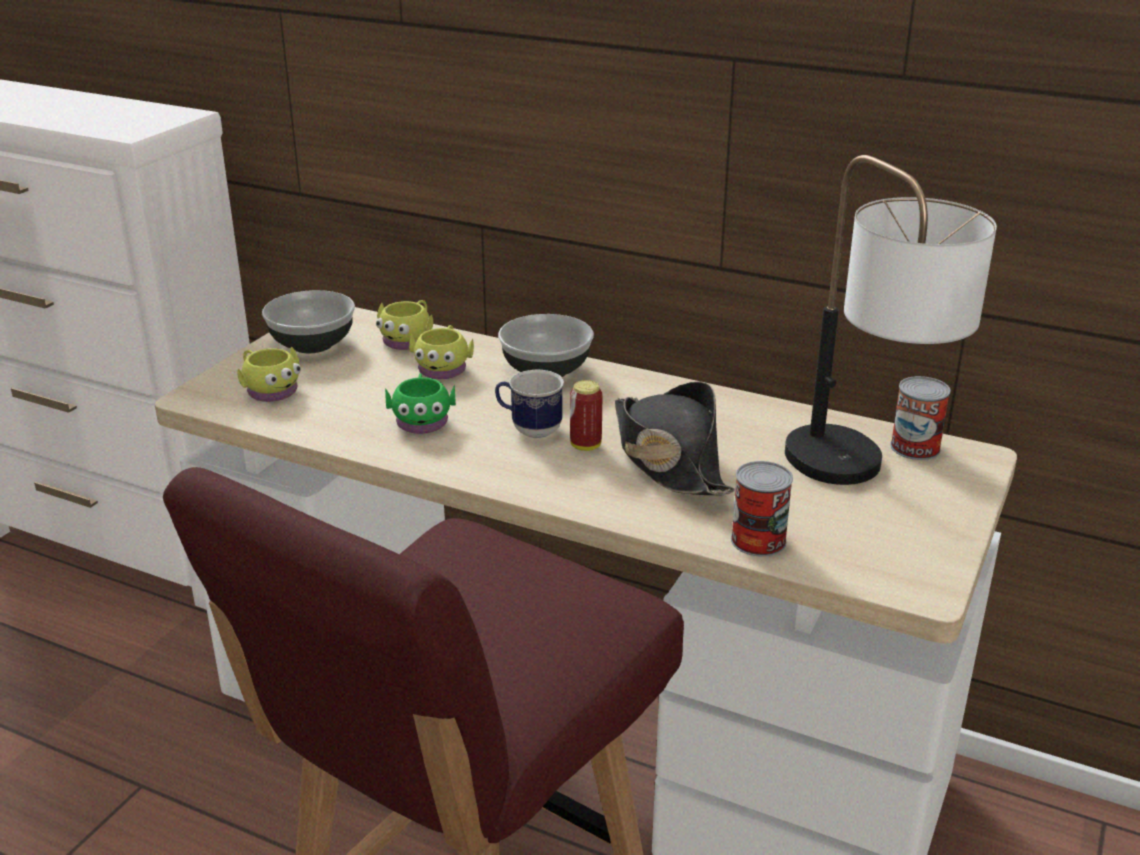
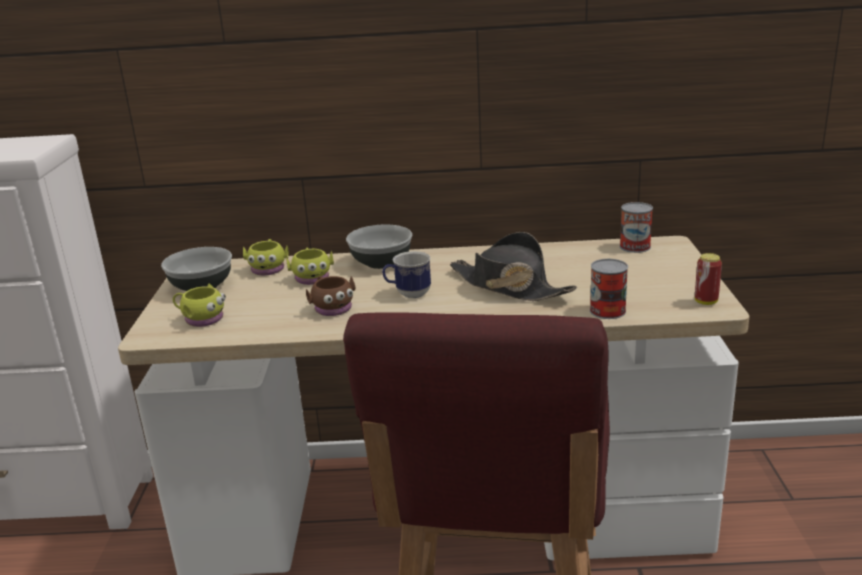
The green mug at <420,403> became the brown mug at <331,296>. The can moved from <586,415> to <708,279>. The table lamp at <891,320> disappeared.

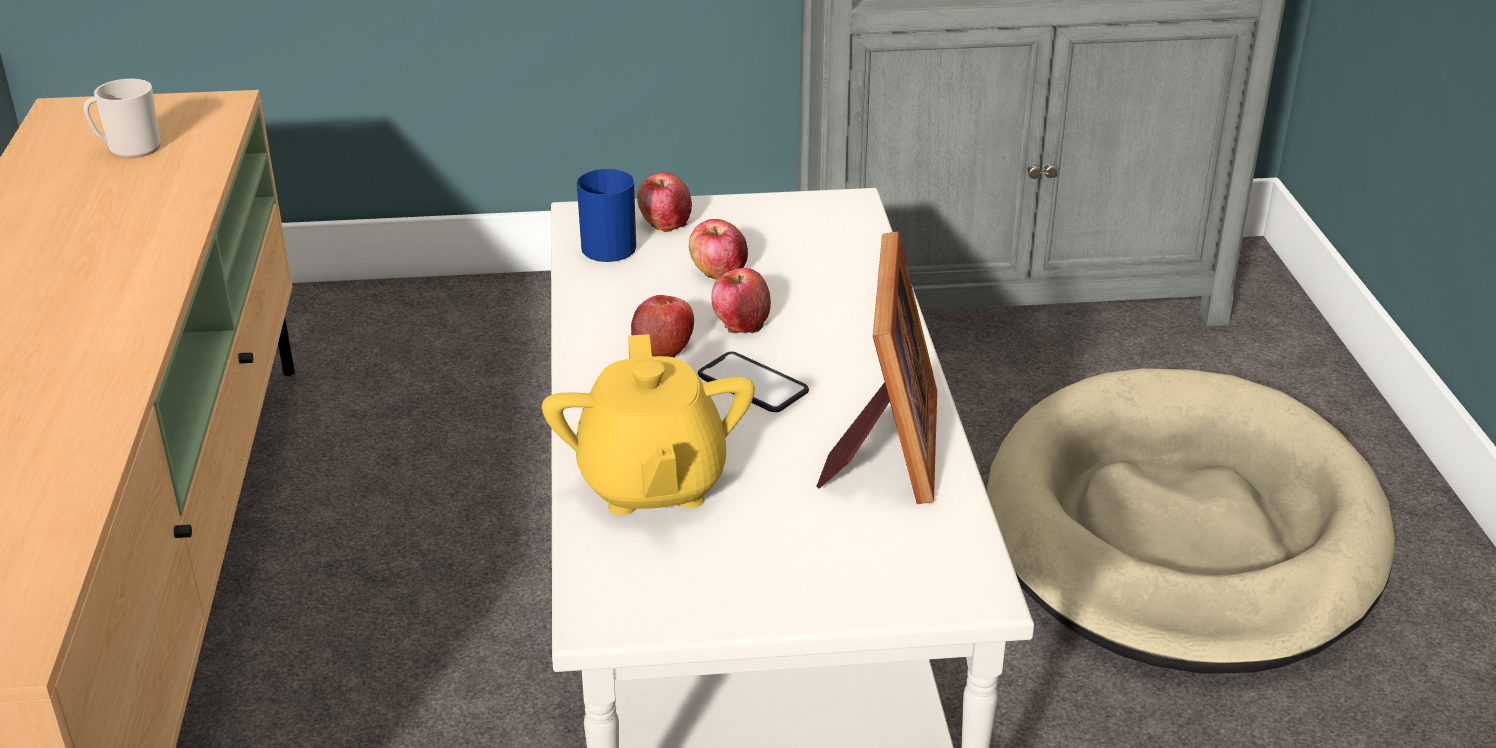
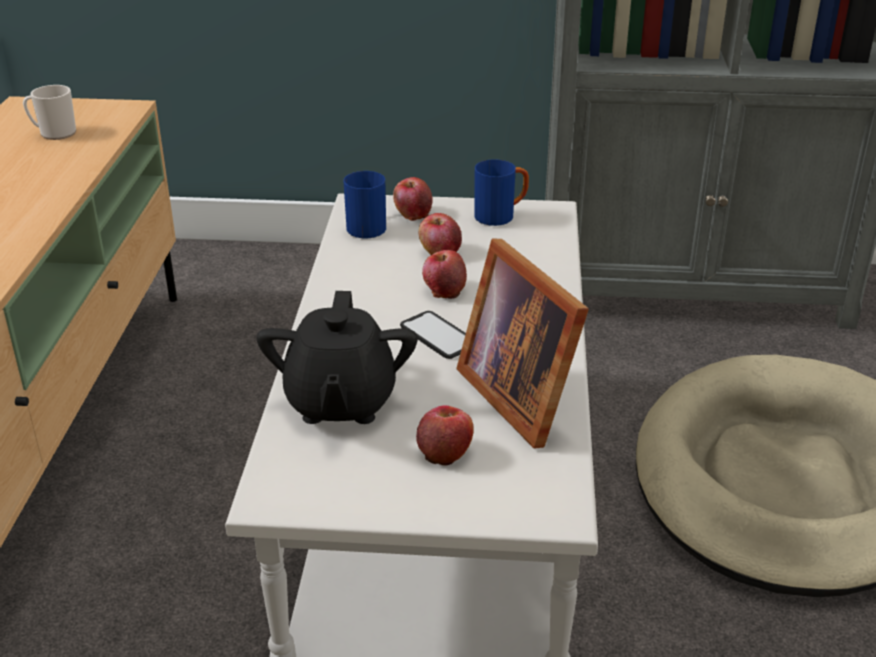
The yellow teapot at <648,425> became the black teapot at <337,357>. The apple moved from <662,326> to <445,435>. The picture frame at <876,367> turned 135 degrees clockwise. The blue mug at <501,192> appeared.

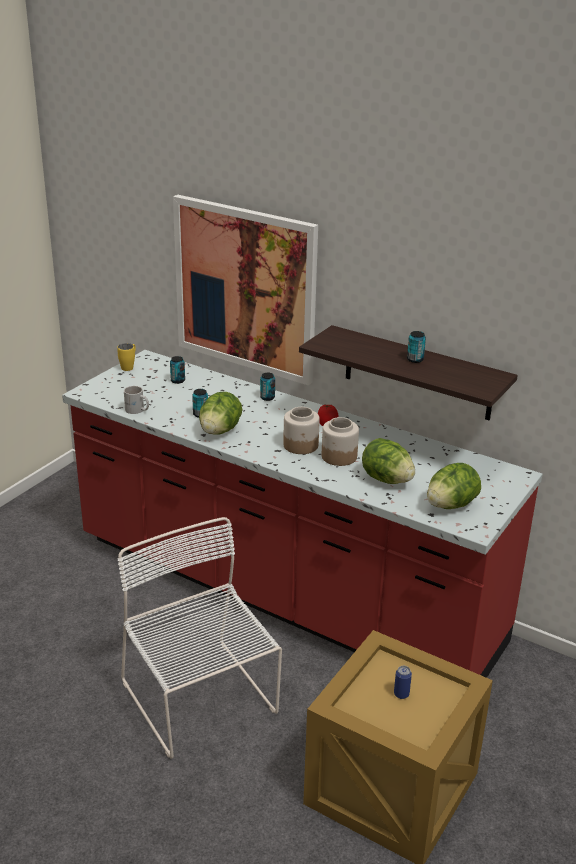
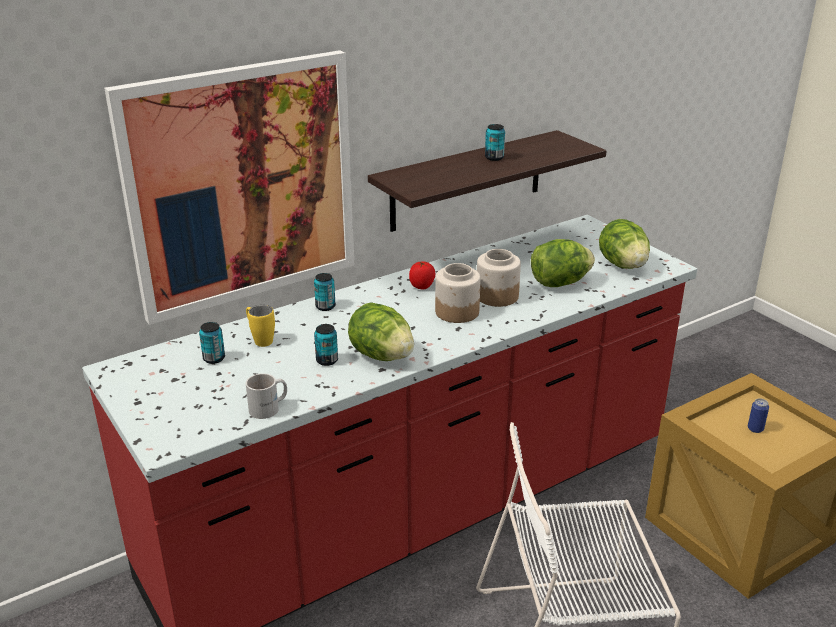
The yellow mug moved from <126,357> to <260,326>.

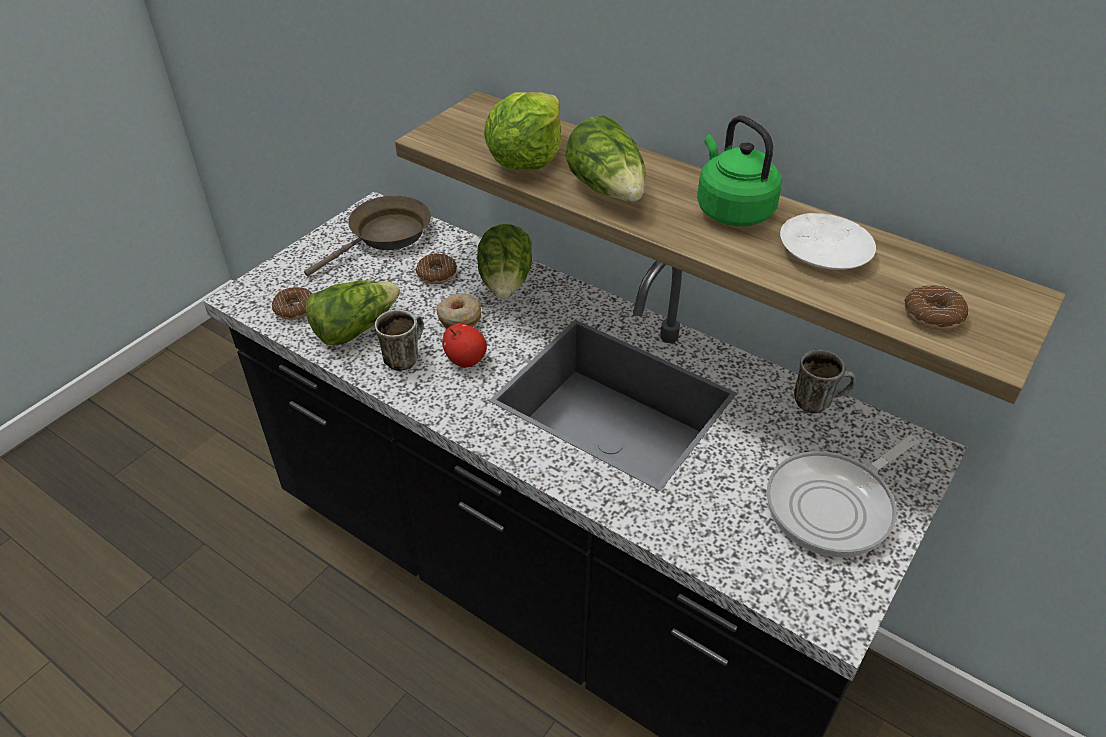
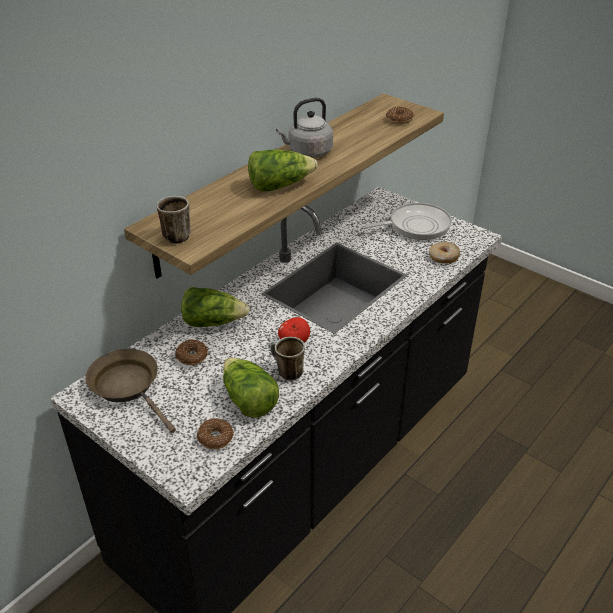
The mug moved from <825,382> to <174,220>. The green kettle at <739,171> became the grey kettle at <304,128>. The frying pan at <842,496> turned 75 degrees counterclockwise. The donut moved from <458,311> to <444,252>. The lettuce at <522,131> disappeared. The white plate at <828,241> disappeared.

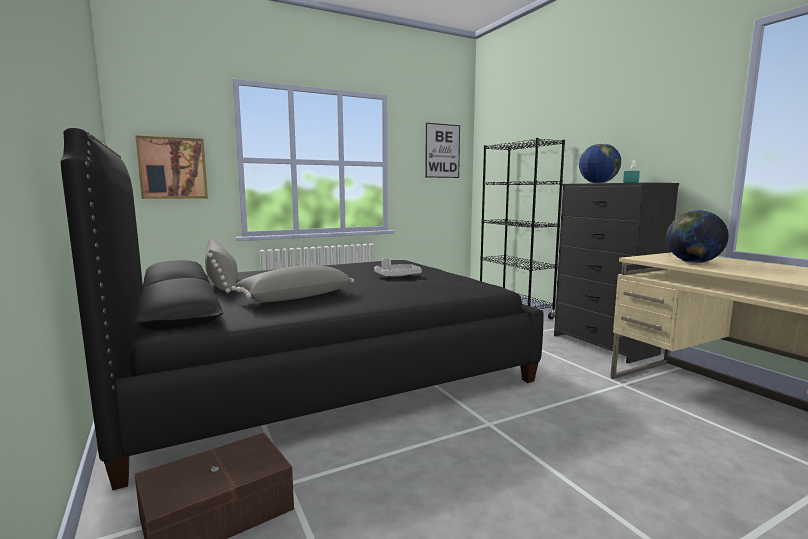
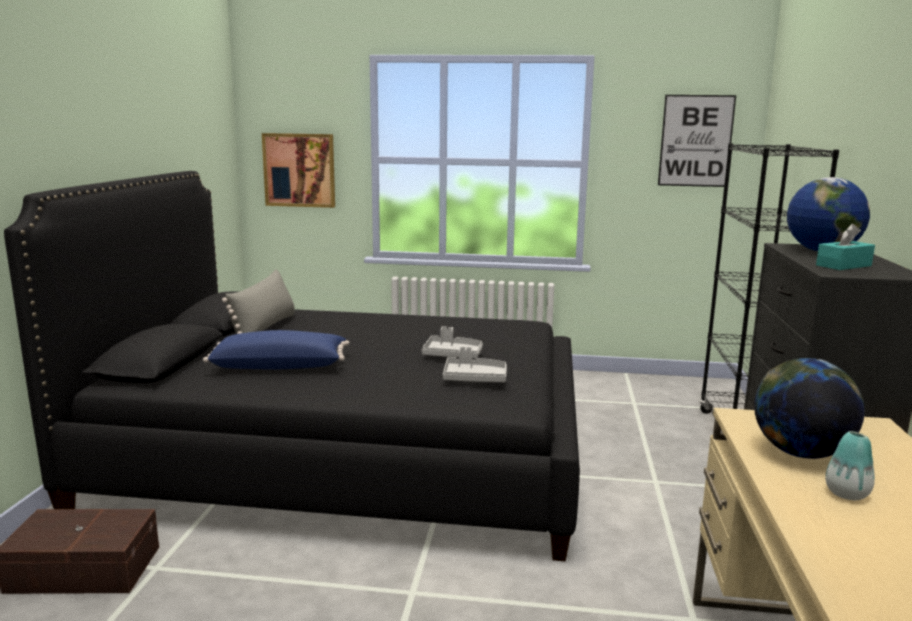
The grey pillow at <292,284> became the blue pillow at <276,349>. The grey tray at <475,364> appeared. The vase at <850,465> appeared.

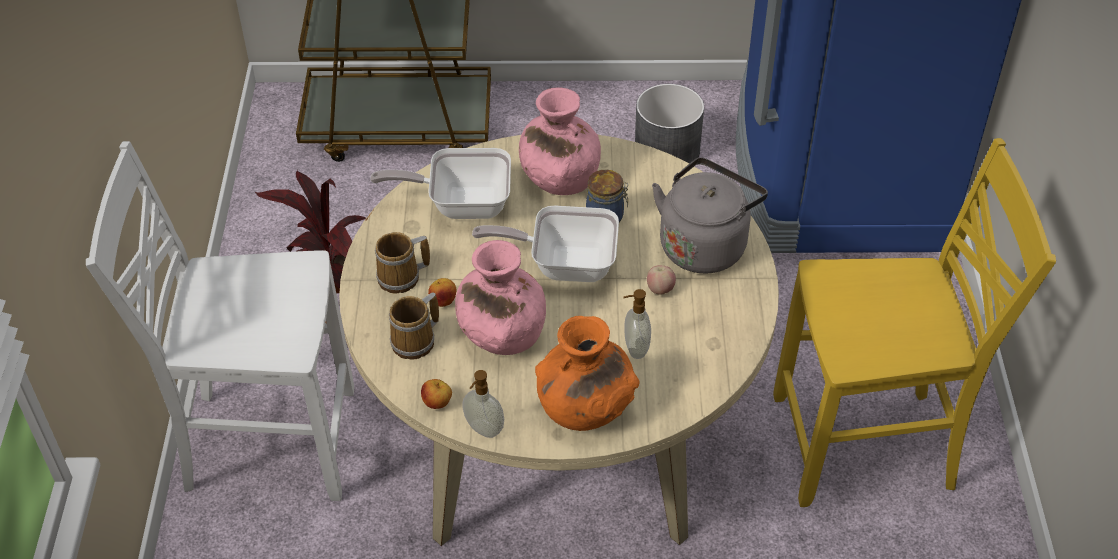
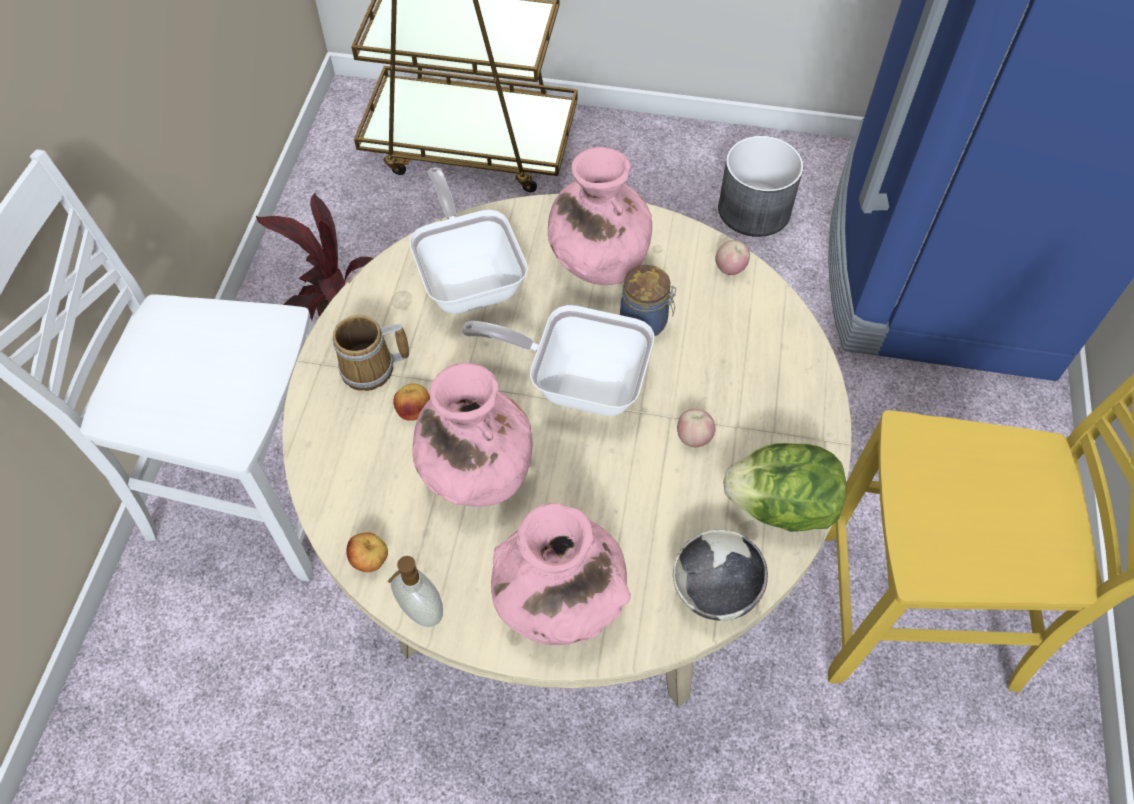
The frying pan at <440,183> turned 60 degrees clockwise. The orange vase at <587,373> became the pink vase at <561,574>. The bowl at <720,575> appeared. The apple at <732,257> appeared. The lettuce at <784,487> appeared. The mug at <414,326> disappeared. The soap dispenser at <637,324> disappeared. The grey kettle at <710,215> disappeared.

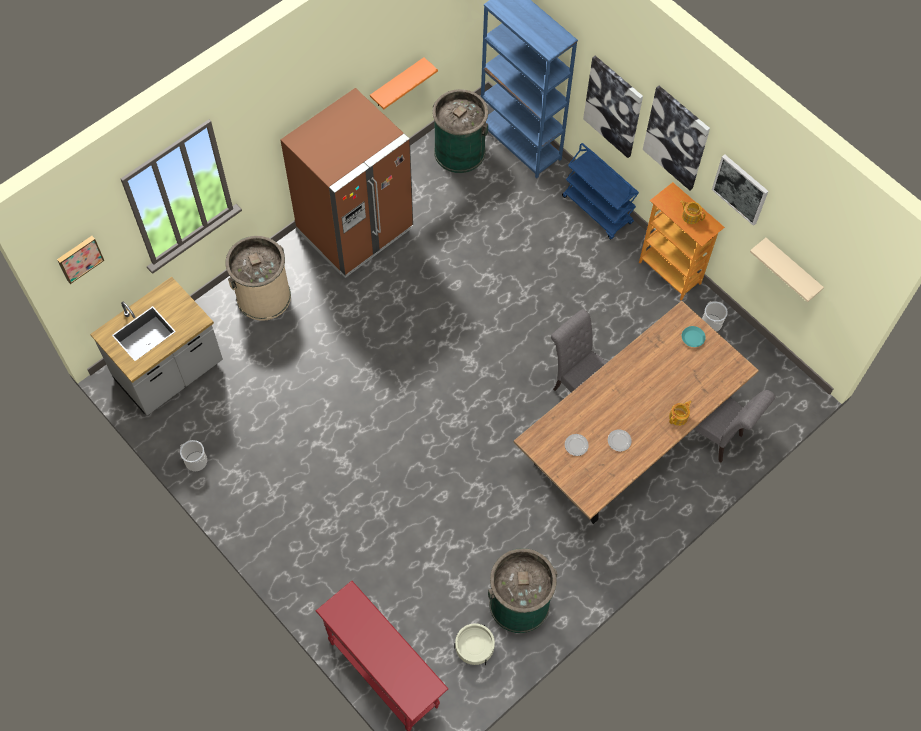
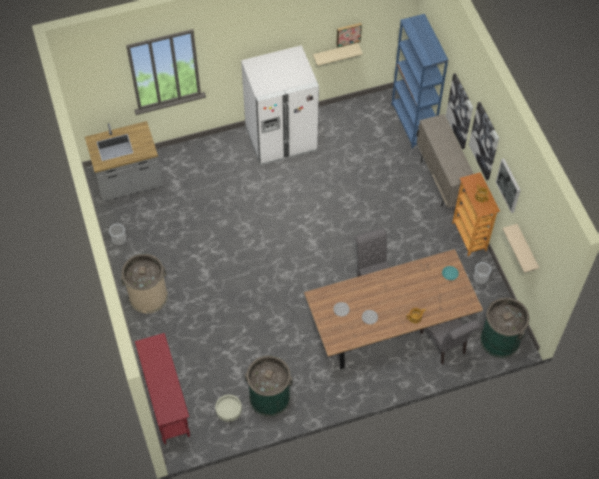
The beige trash can moved from <258,278> to <144,283>. The brown fridge at <347,183> became the white fridge at <280,105>. The orange shelf at <404,83> became the beige shelf at <338,54>. The picture moved from <80,260> to <349,35>. The blue cart at <600,191> was replaced by the beige cabinet at <445,161>. The green trash can moved from <460,131> to <504,328>.

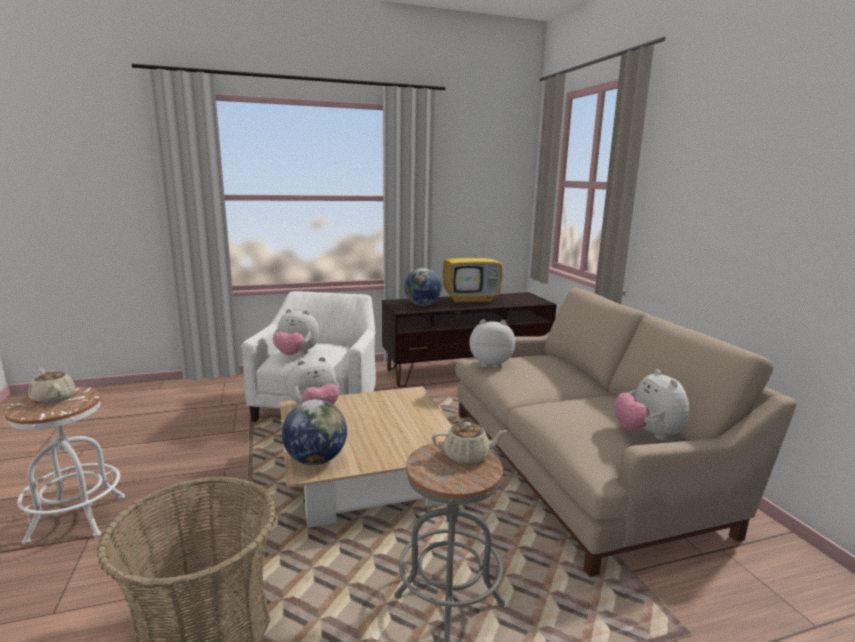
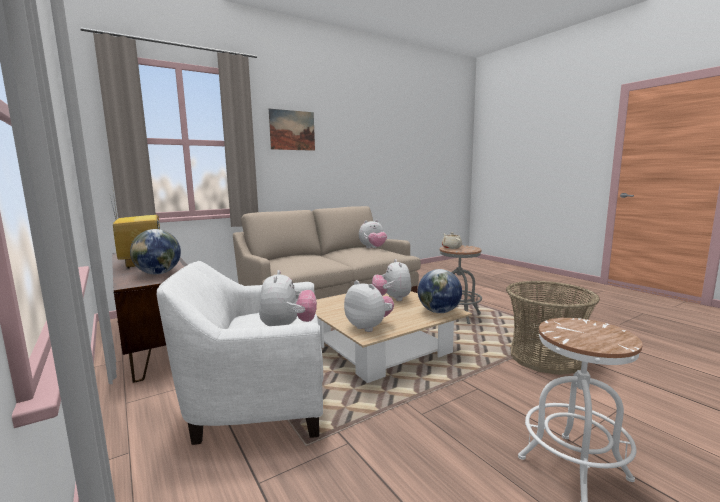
The picture at <292,130> appeared. The plush toy moved from <492,343> to <391,280>. The beige teapot at <51,386> disappeared.

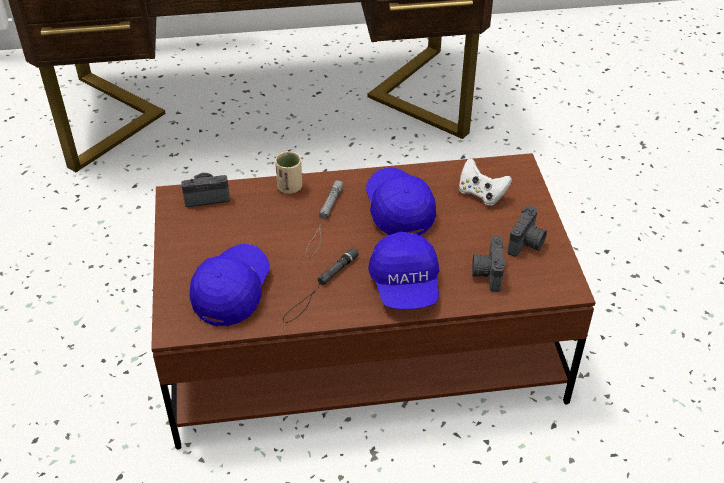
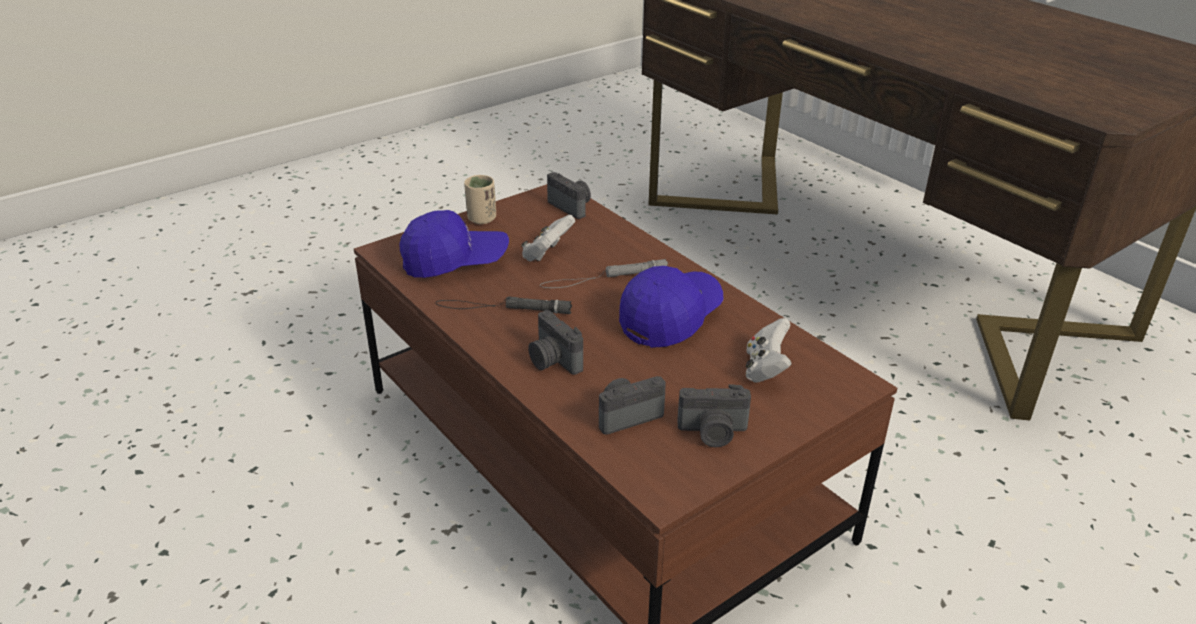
The beige cup moved from <288,172> to <480,199>. The white game controller at <548,238> appeared. The blue cap at <403,270> was replaced by the photo camera at <555,342>.

